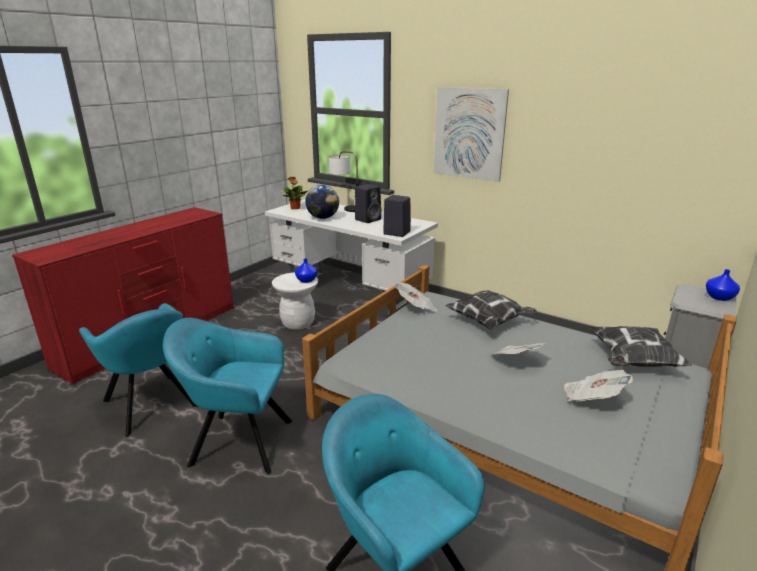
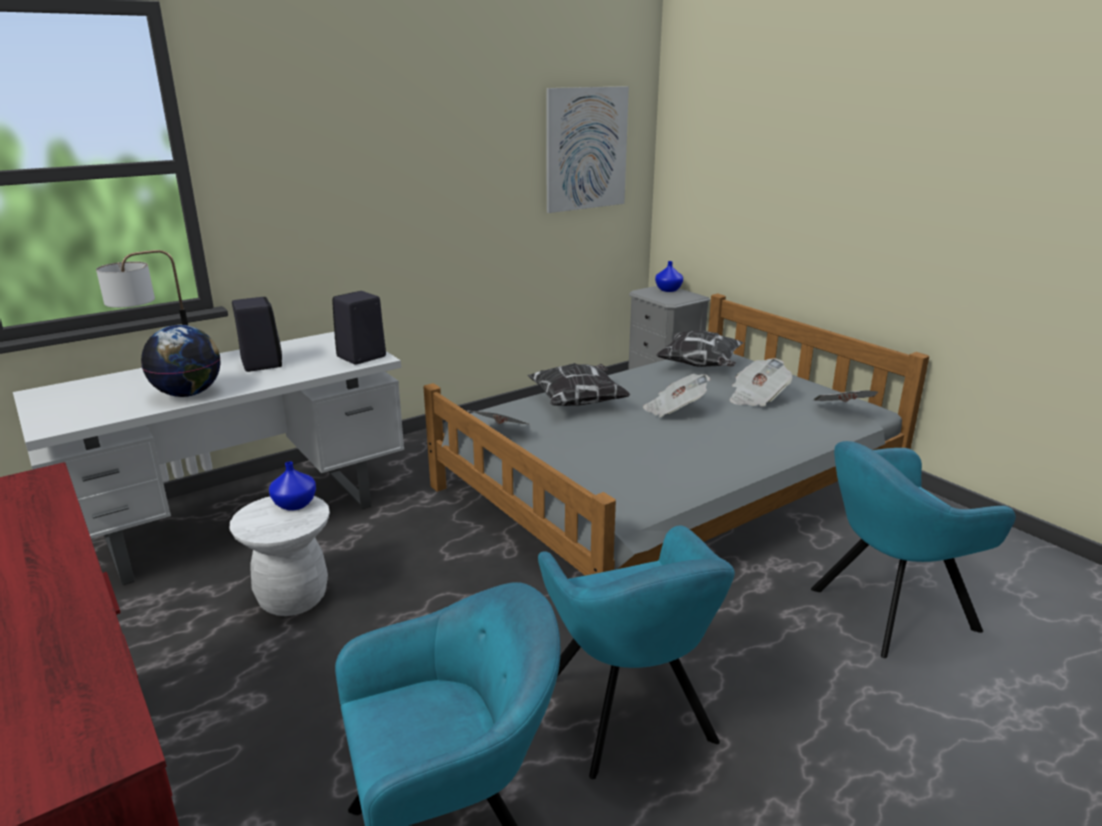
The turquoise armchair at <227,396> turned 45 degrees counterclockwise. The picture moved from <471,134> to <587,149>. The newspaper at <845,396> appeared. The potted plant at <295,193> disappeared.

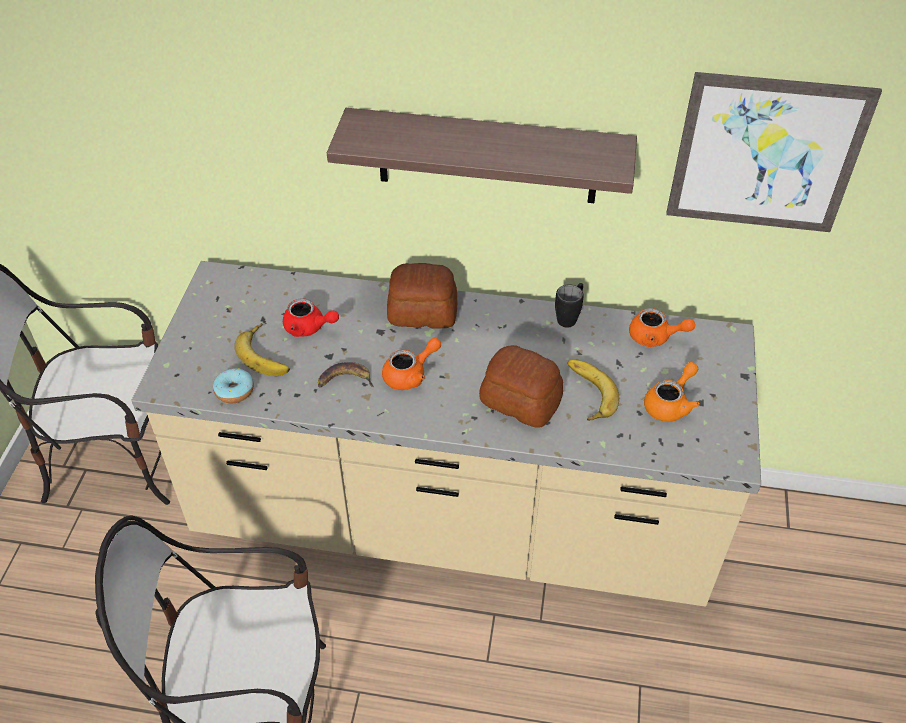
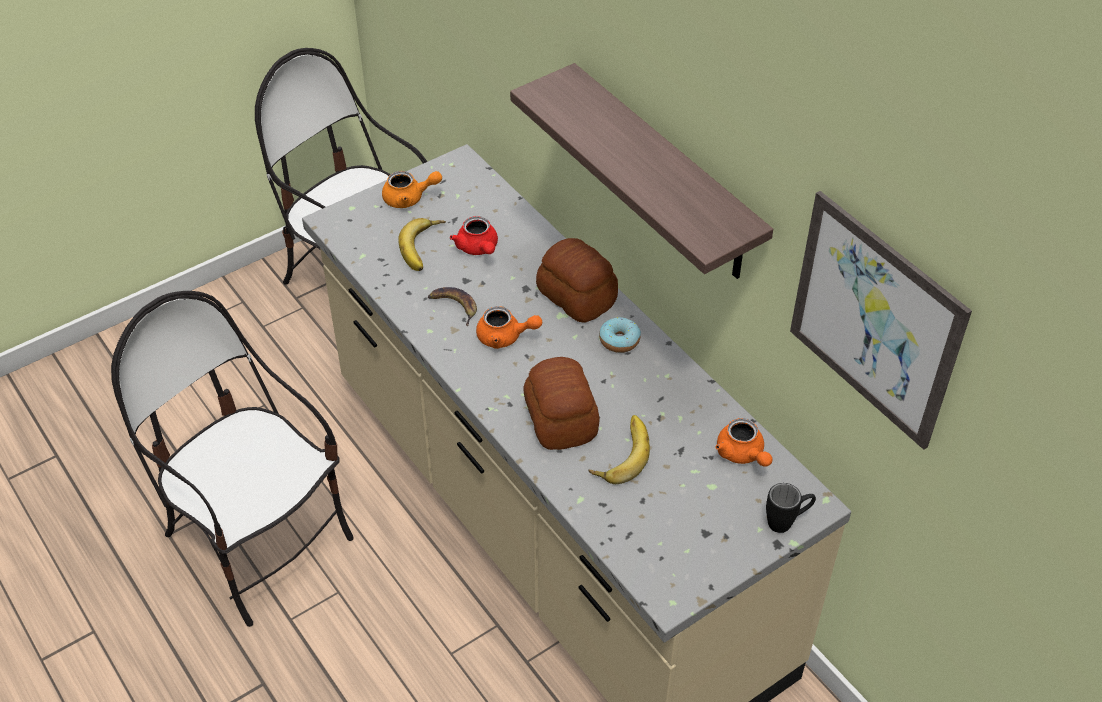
The orange teapot moved from <672,392> to <412,189>. The donut moved from <233,385> to <620,335>. The black mug moved from <569,305> to <791,508>.

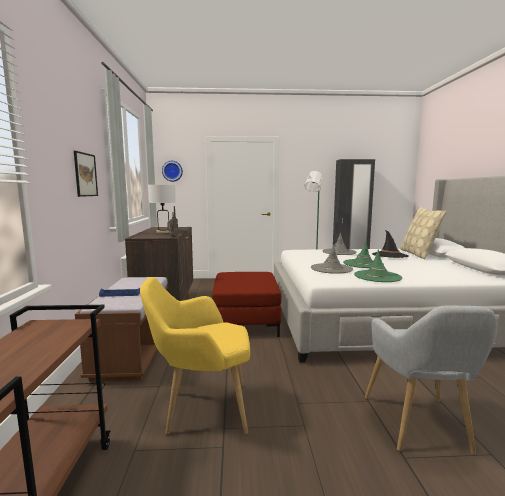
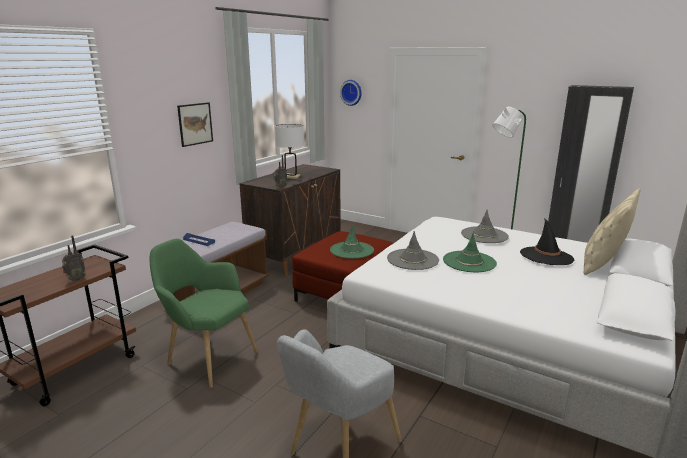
The radio at <74,258> appeared. The yellow armchair at <195,355> became the green armchair at <204,313>. The green hat moved from <378,265> to <352,242>.

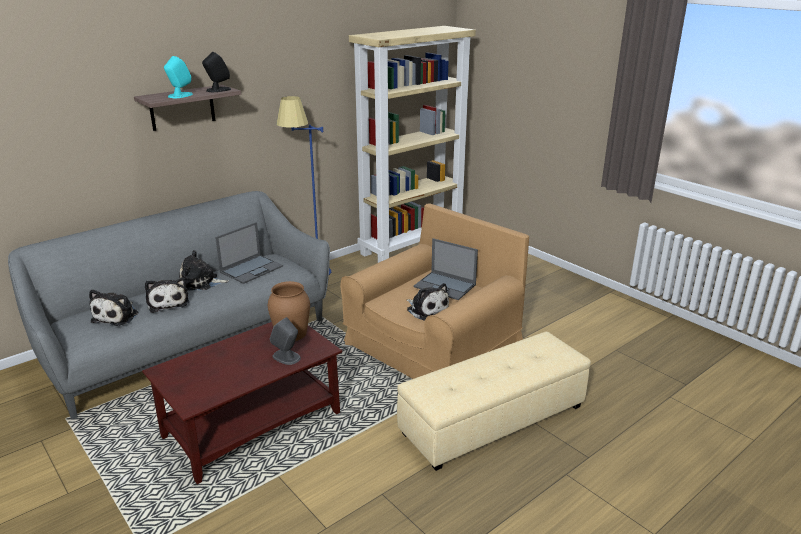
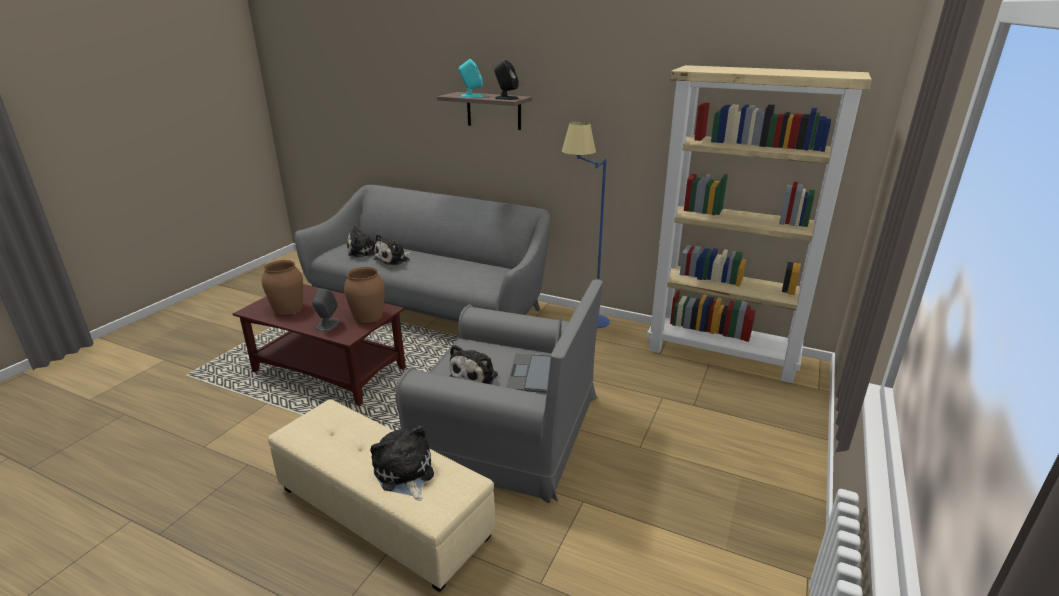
The brown vase at <282,287> appeared. The plush toy moved from <204,270> to <402,463>. The brown armchair at <434,291> became the grey armchair at <499,391>. The laptop at <249,253> disappeared.

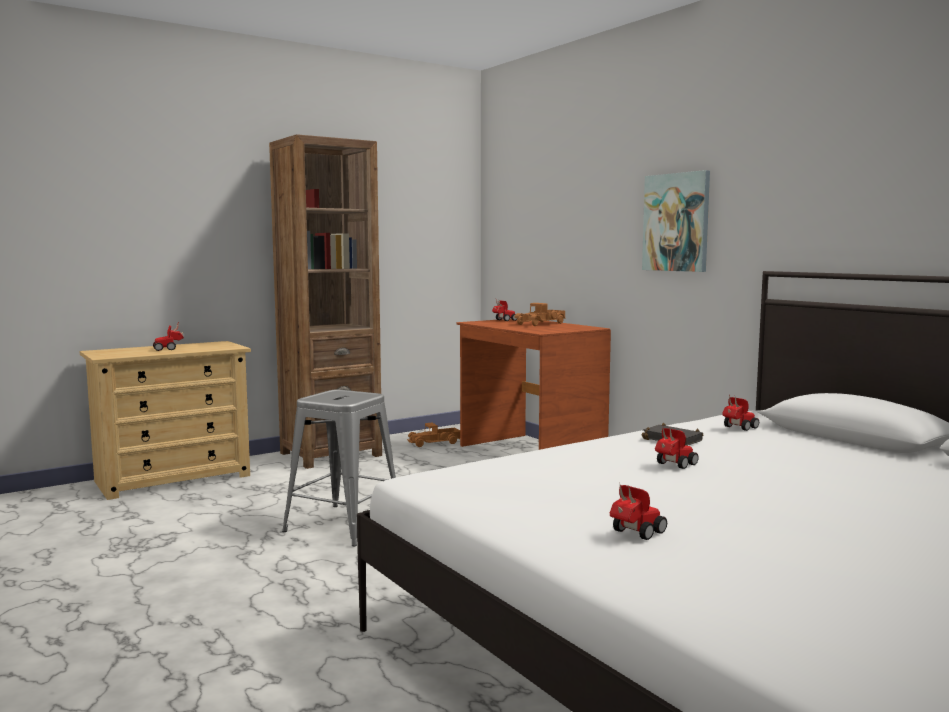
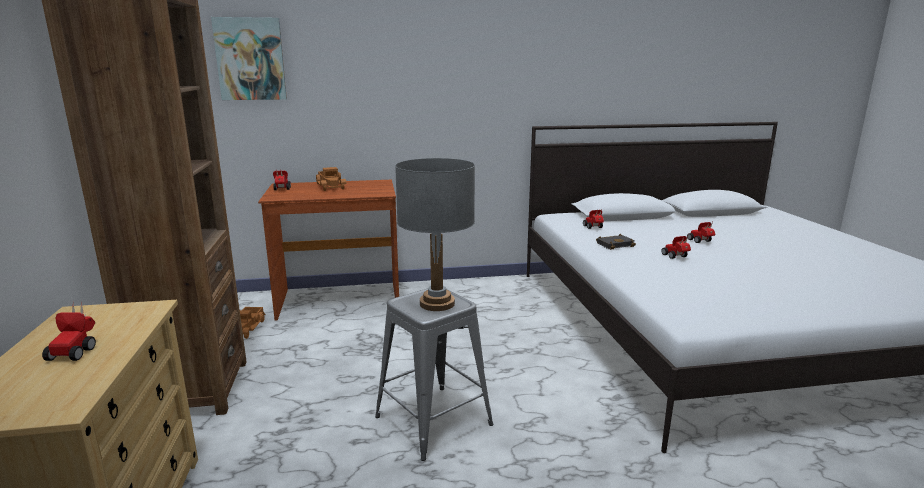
The picture moved from <676,221> to <249,58>. The grey table lamp at <435,234> appeared. The toy car moved from <638,511> to <701,232>.

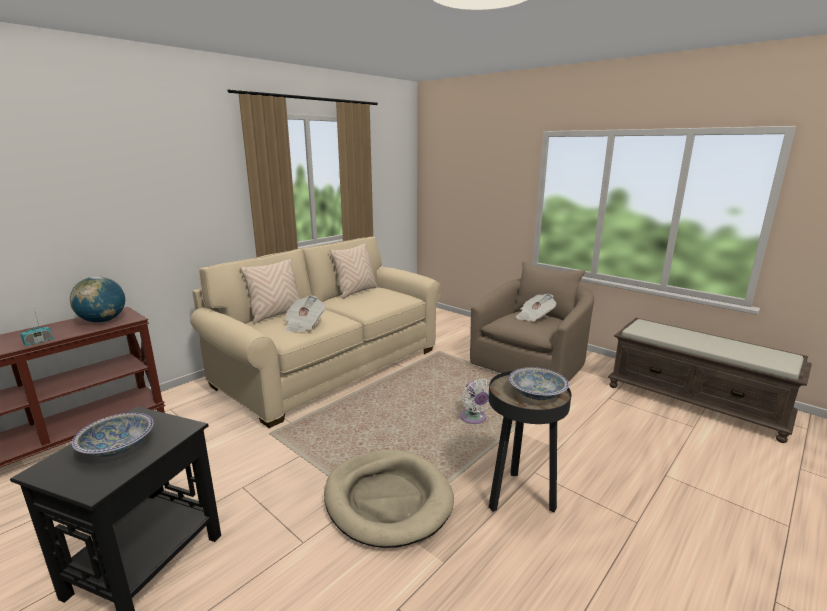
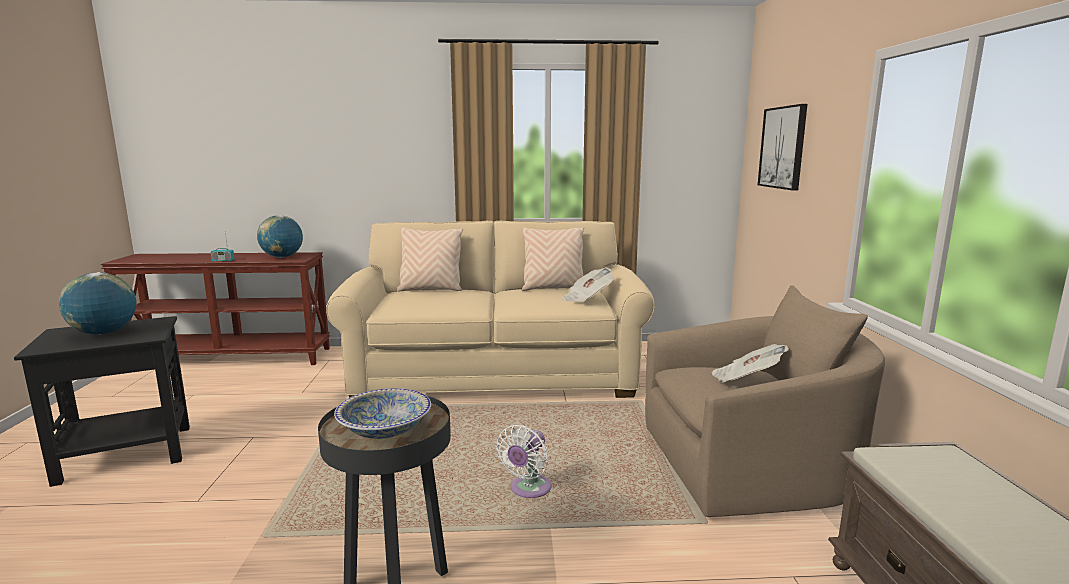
The bowl at <113,435> was replaced by the globe at <98,303>. The newspaper moved from <305,314> to <588,285>. The picture at <782,147> appeared. The beige dog bed at <389,498> disappeared.

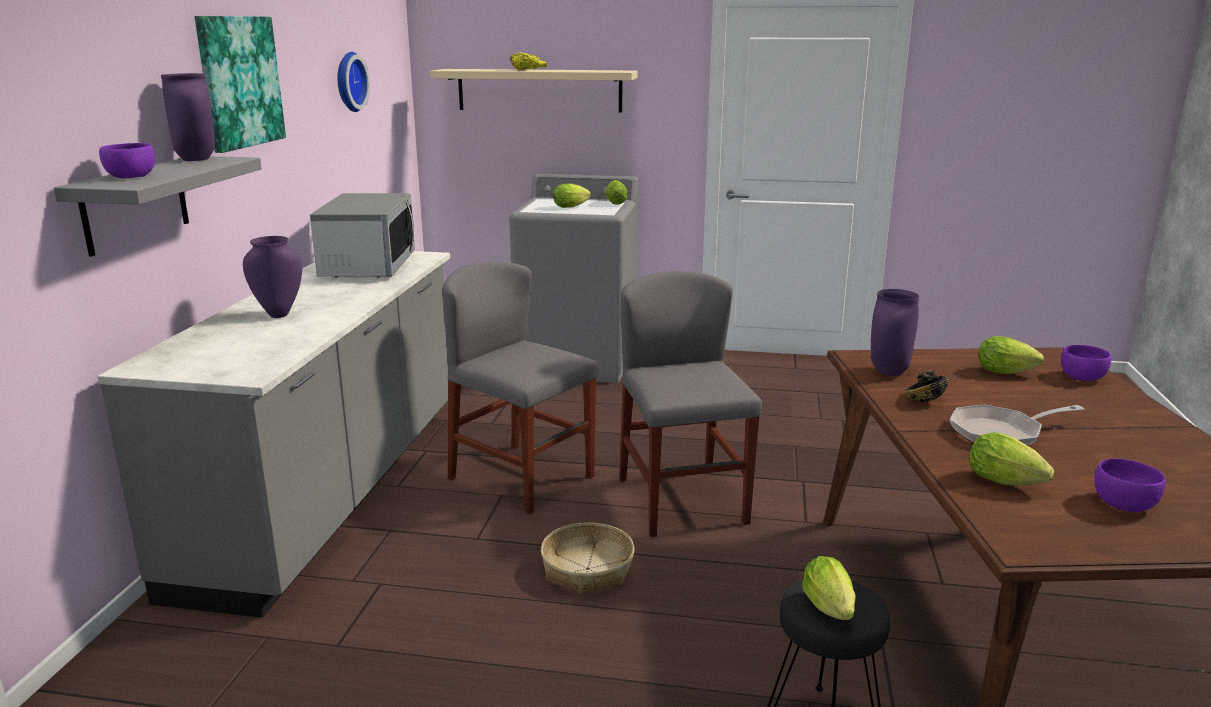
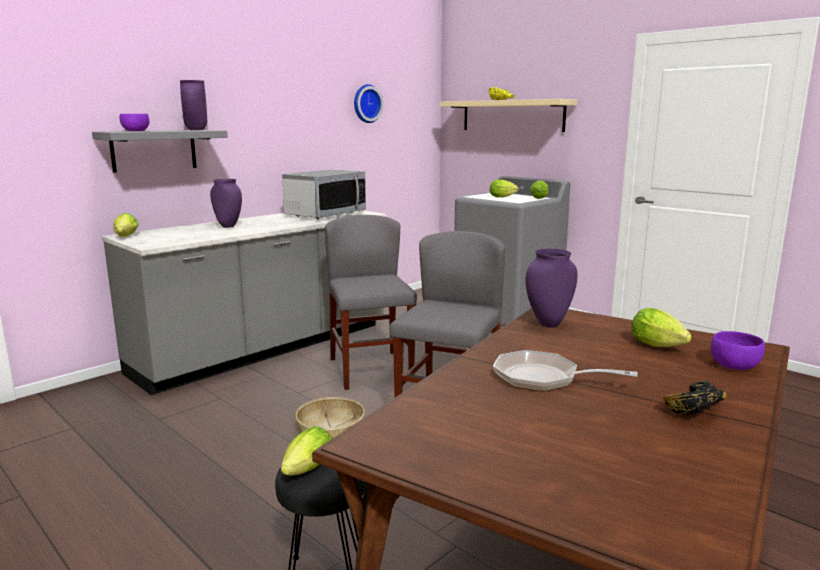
The lettuce moved from <1011,459> to <126,225>. The black bowl moved from <927,386> to <694,397>. The picture at <240,84> disappeared. The purple bowl at <1130,485> disappeared.

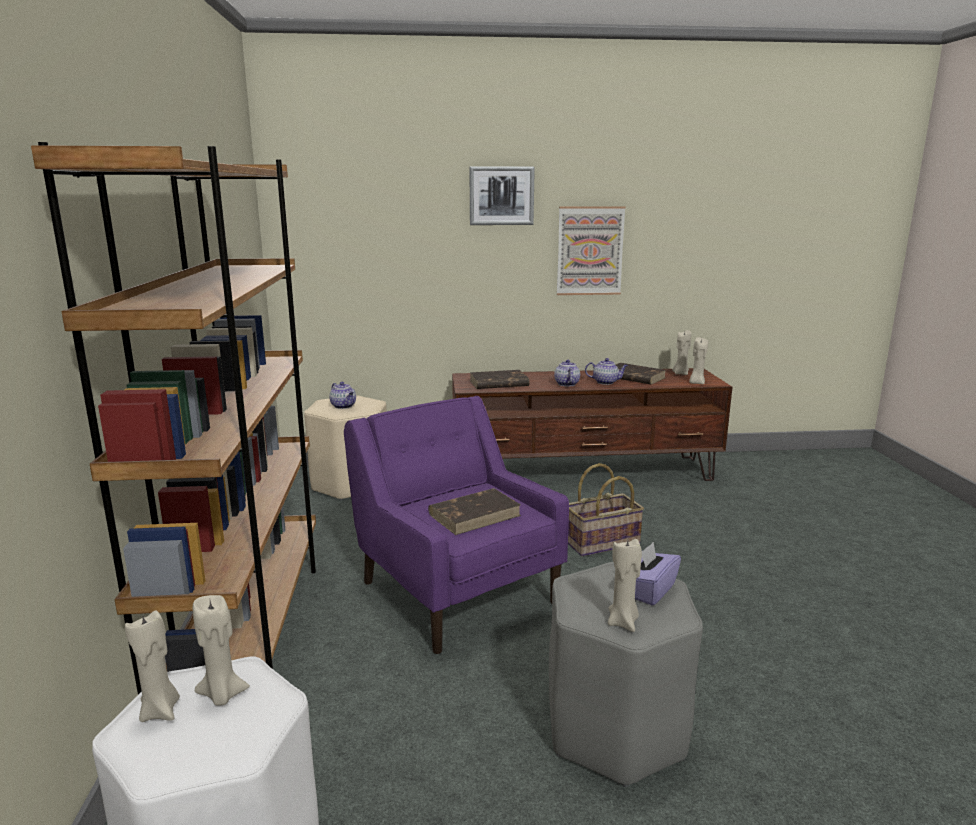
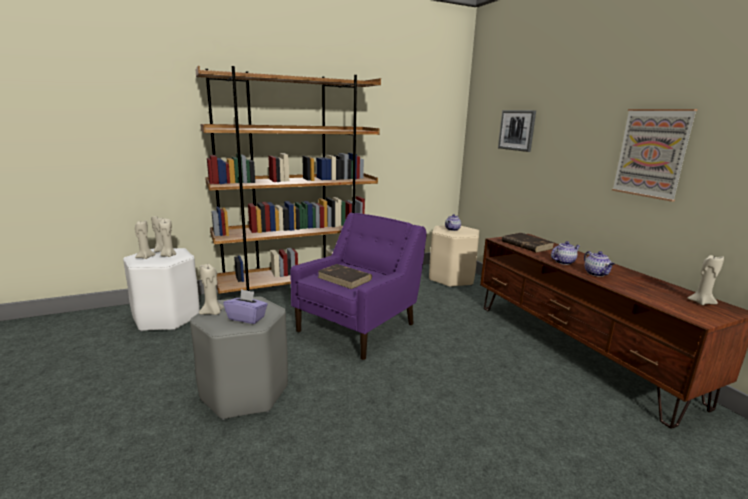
The beige candle moved from <698,360> to <145,239>. The picture moved from <502,195> to <517,131>. The basket at <606,509> disappeared. The brown book at <641,374> disappeared.

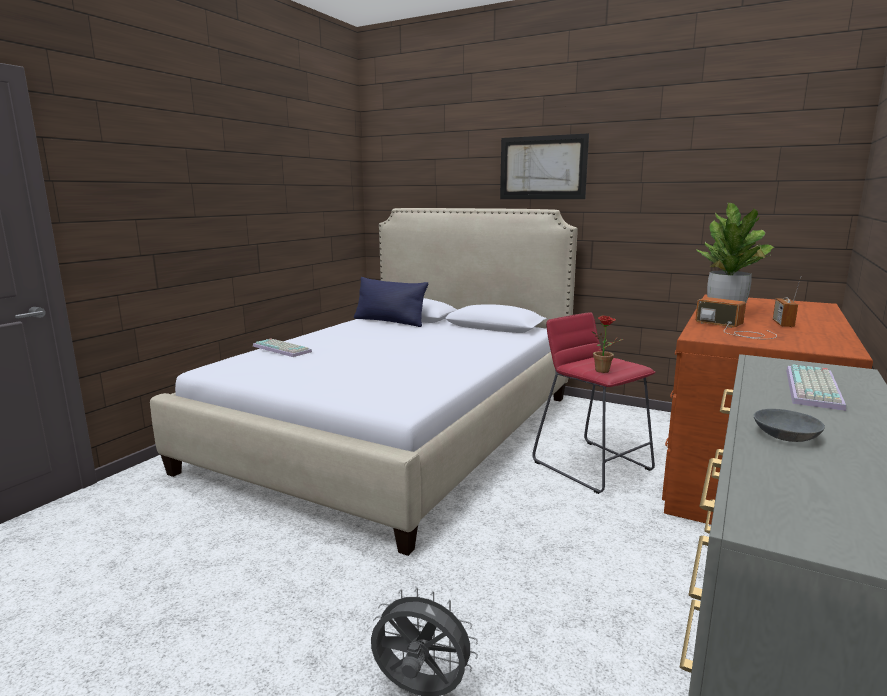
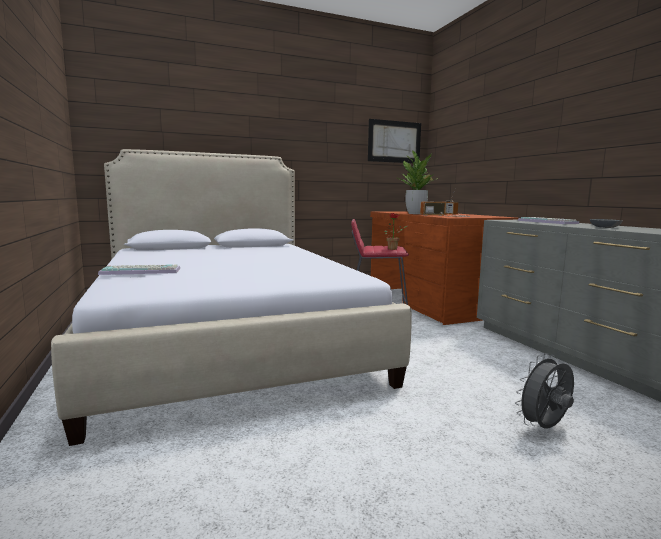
The picture moved from <544,166> to <394,141>. The blue pillow at <391,302> disappeared.

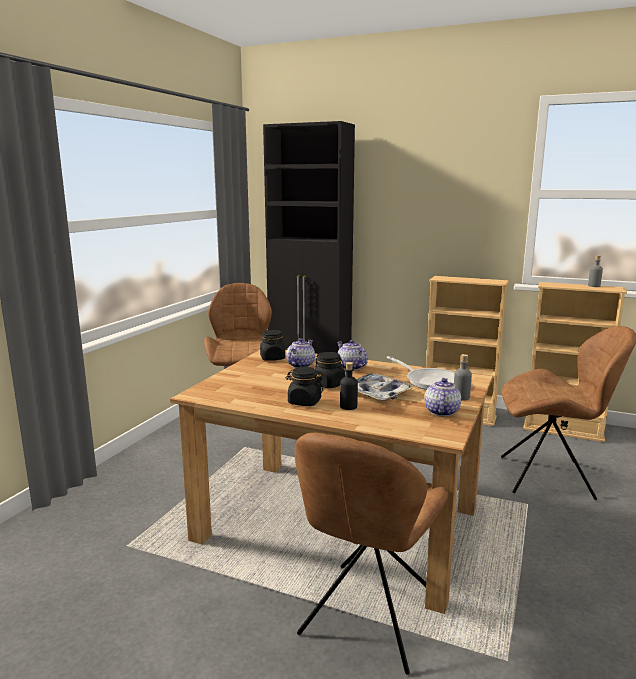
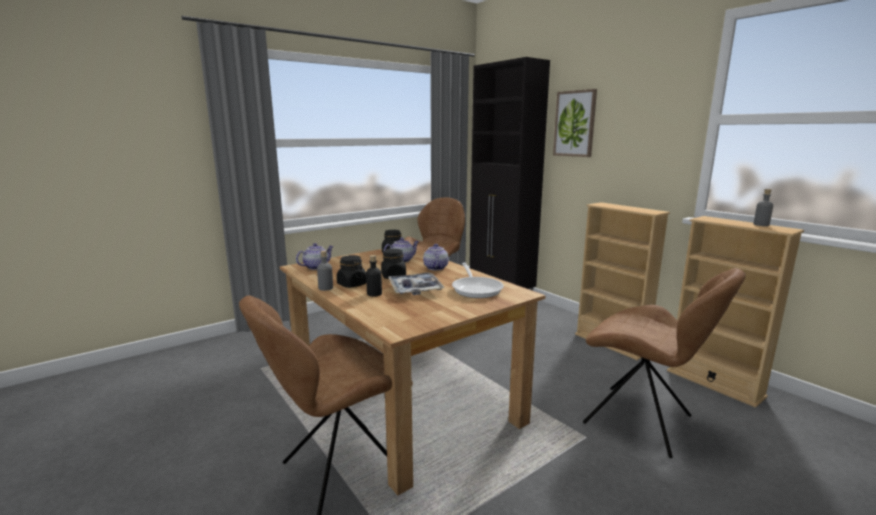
The teapot moved from <443,397> to <315,256>. The grey bottle moved from <463,377> to <325,270>. The picture at <575,123> appeared.

